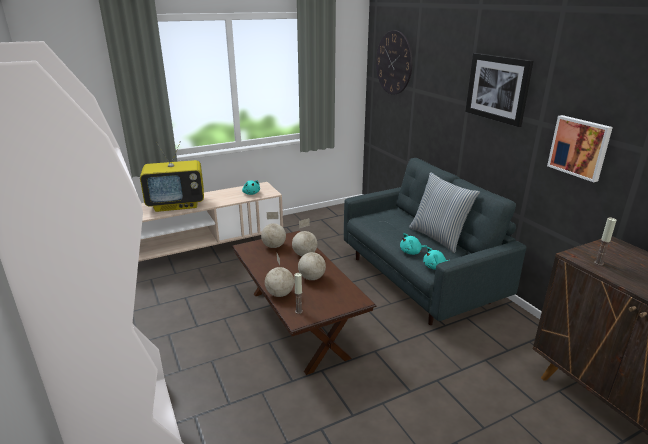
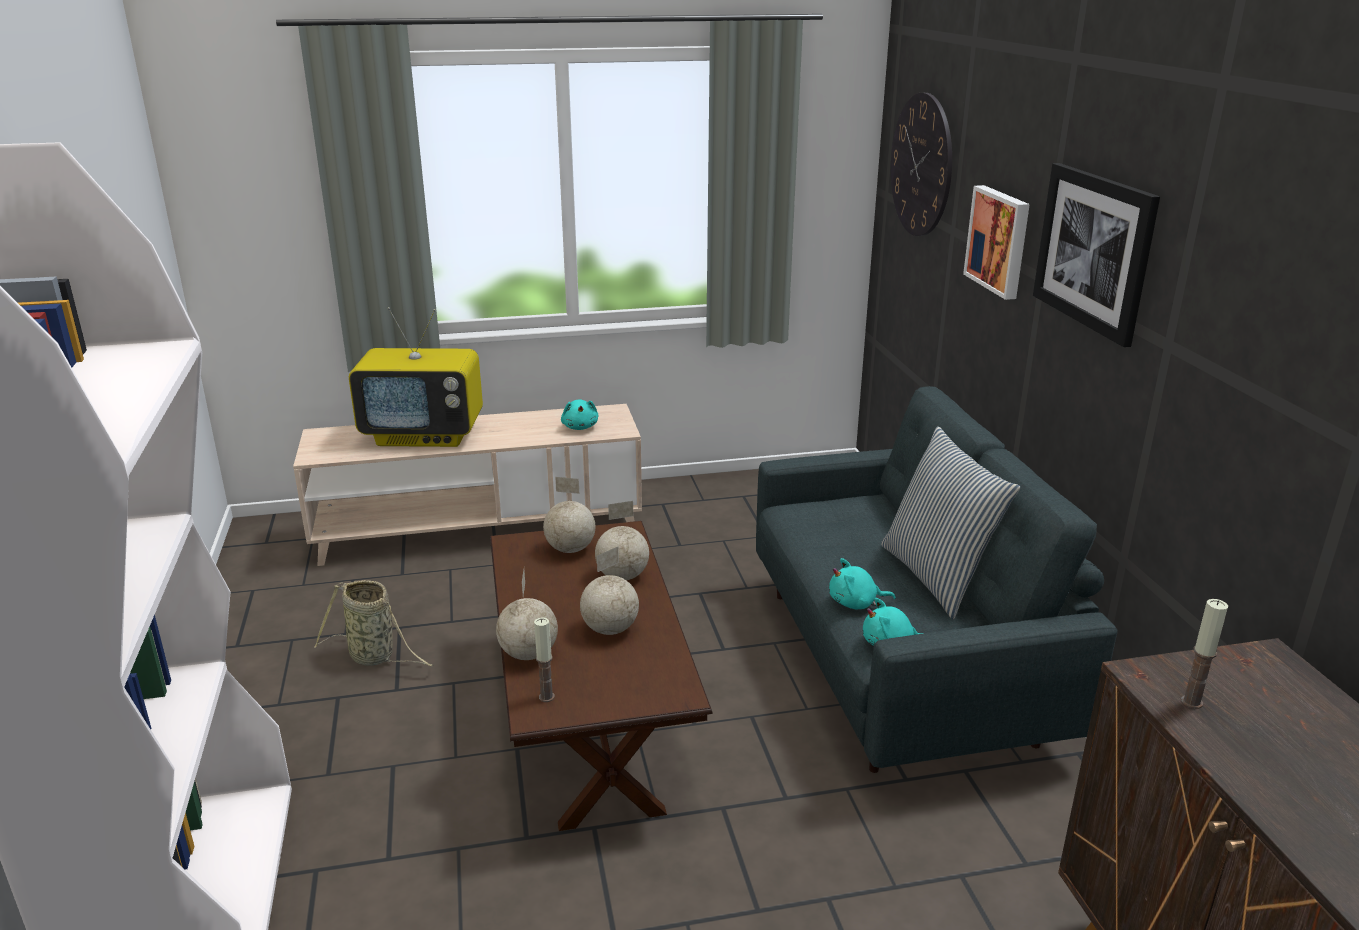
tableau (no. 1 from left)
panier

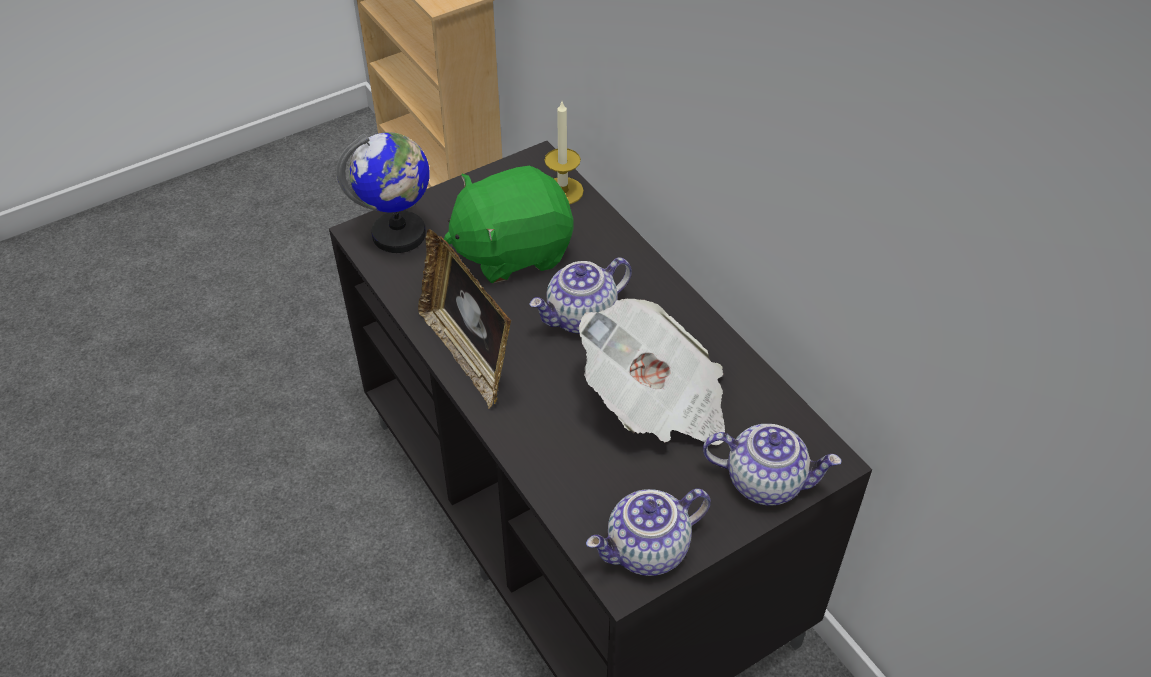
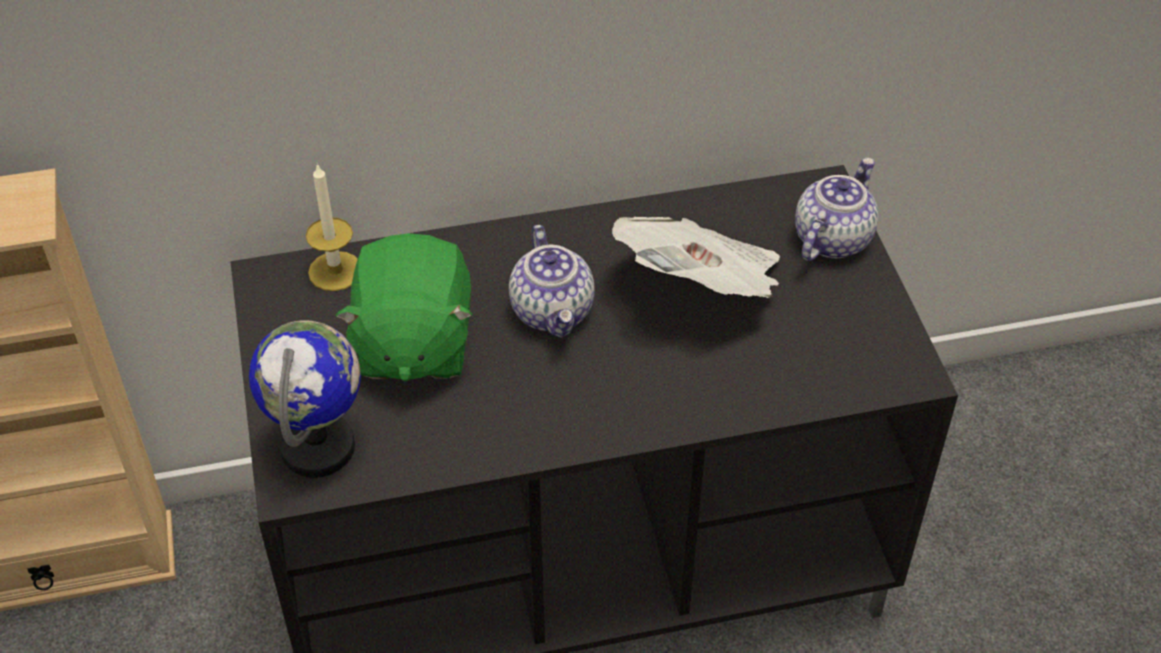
cadre photo
théière (no. 2 from left in the first image)

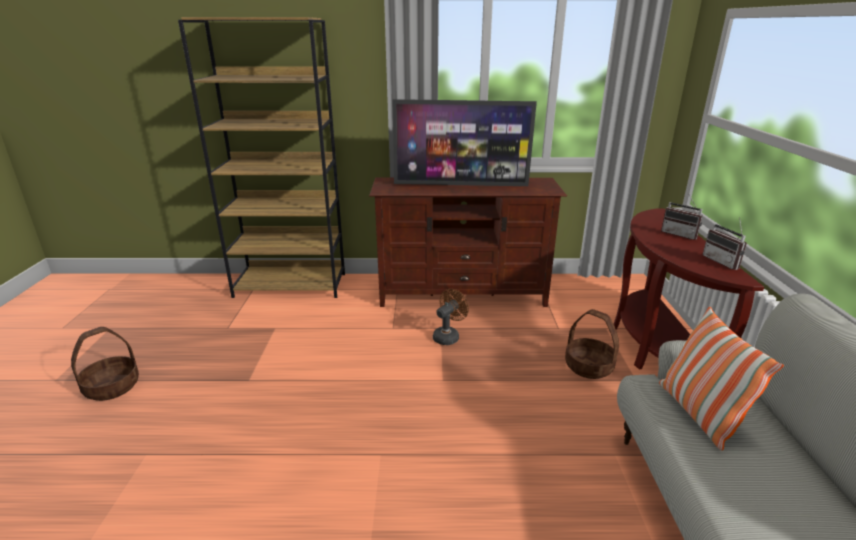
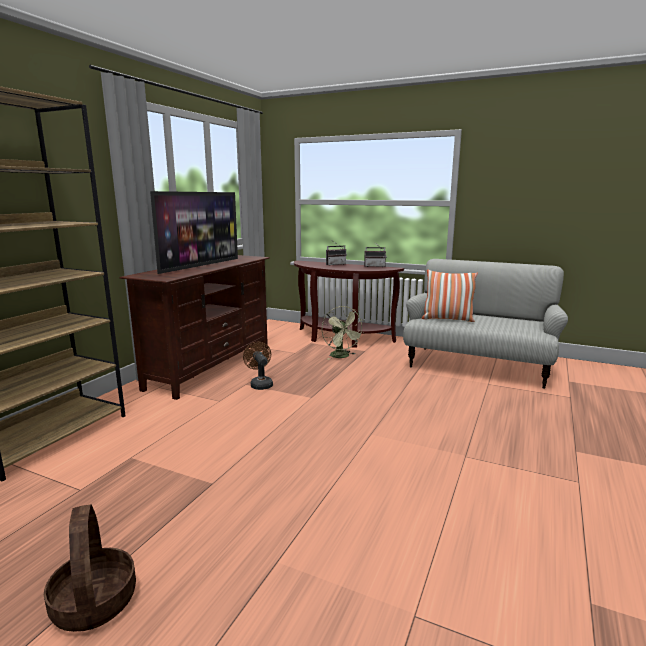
ventilateur (vert)

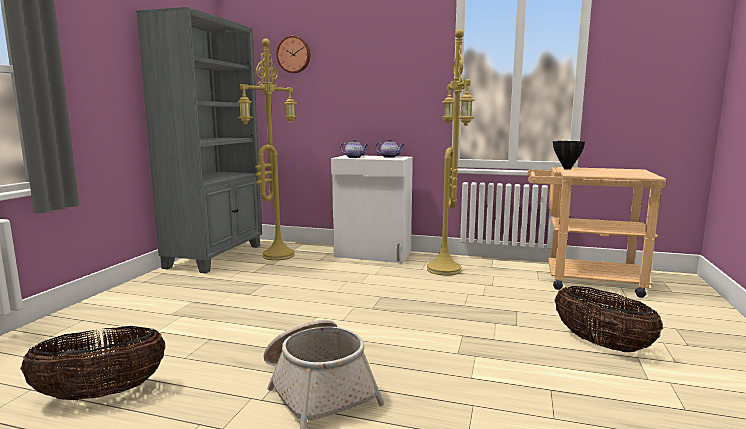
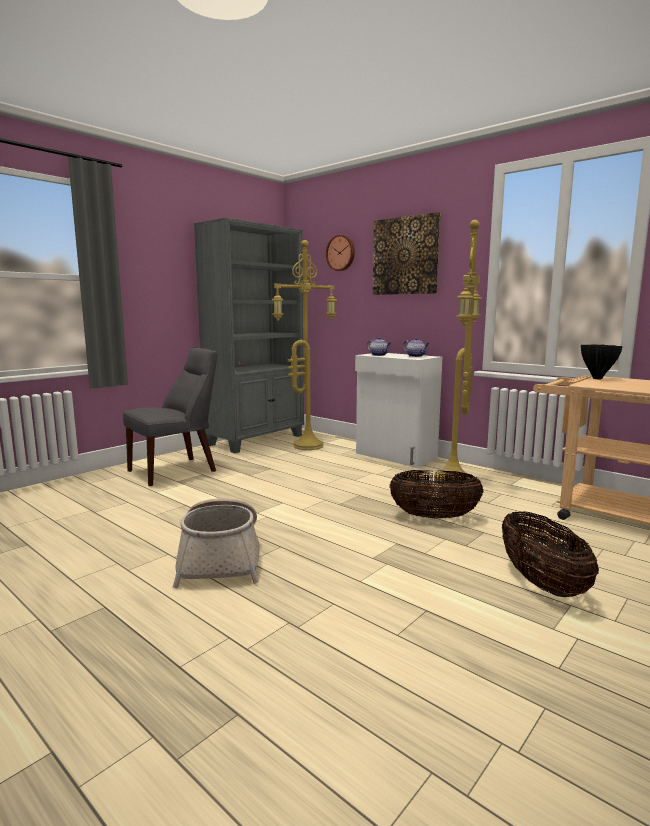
panier (no. 2 from left)
chaise (gris)
tableau

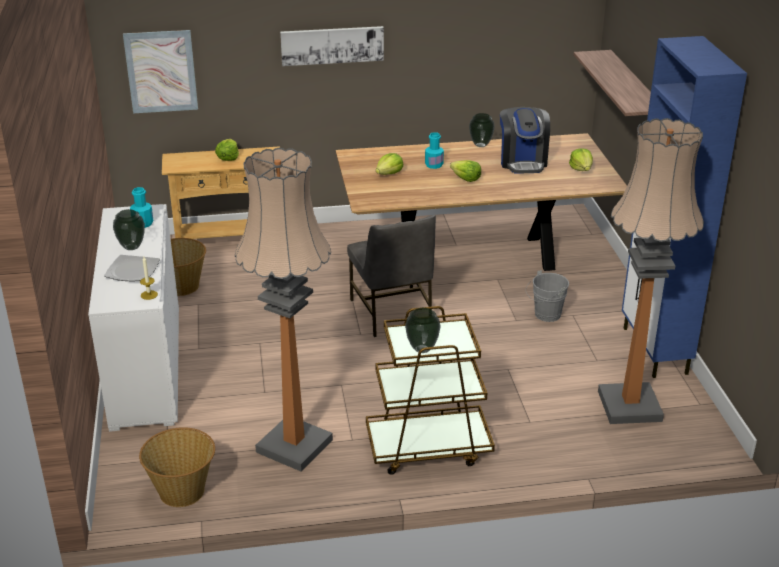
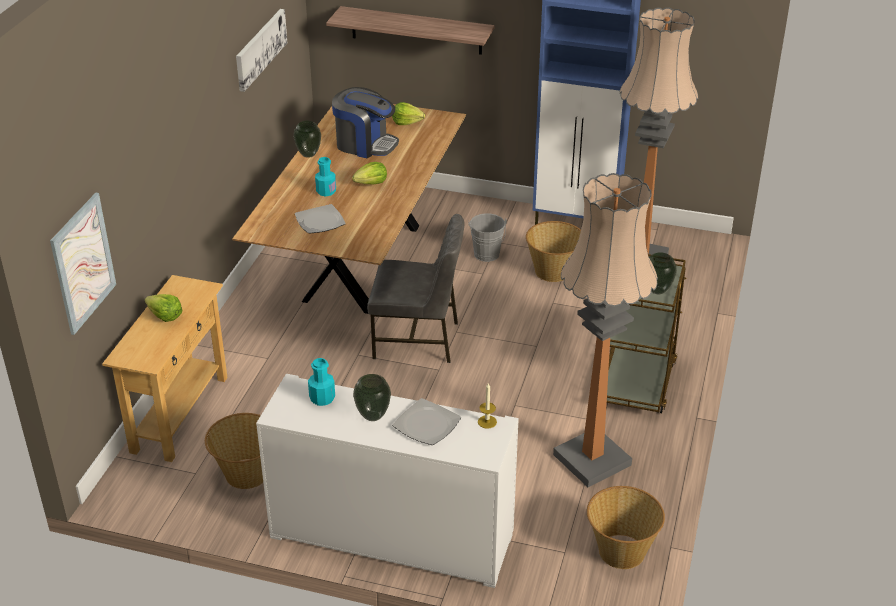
tableau (no. 2 from left)
assiette (no. 1 from left)
panier (no. 2 from left)

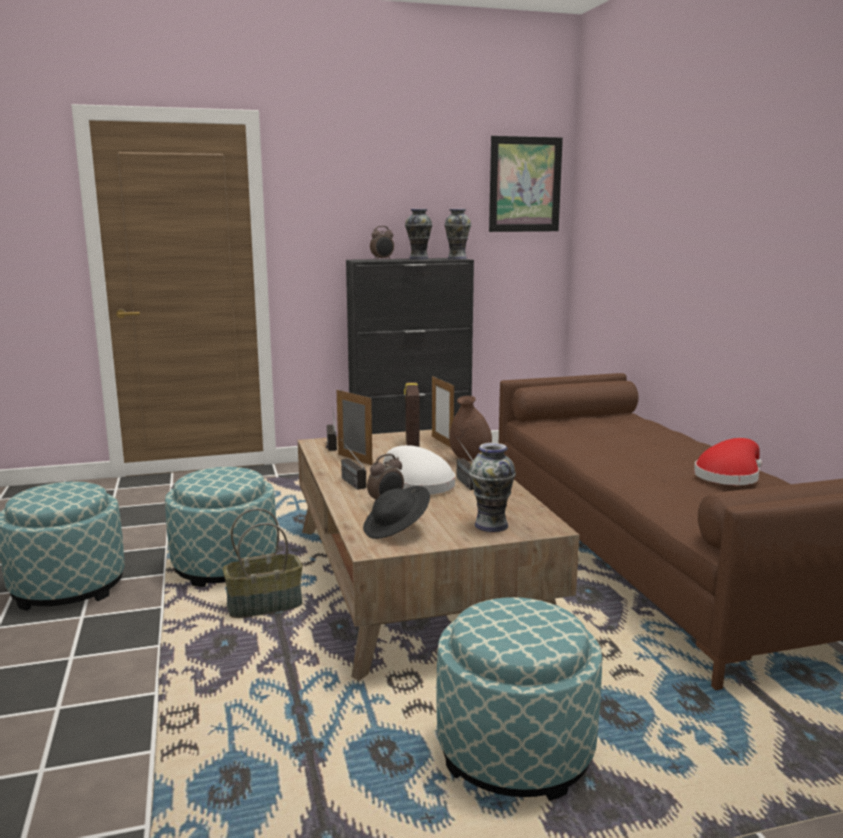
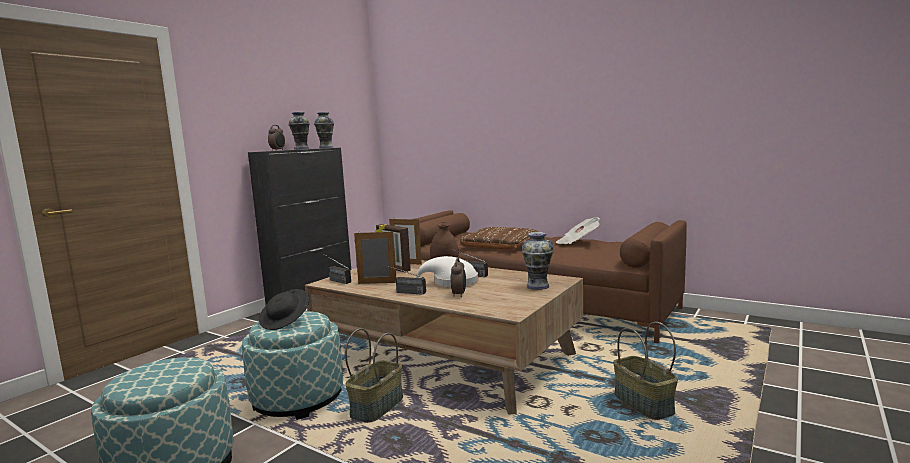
chapeau (noir)
panier (no. 2 from left)
tableau
journal
coussin (marron)

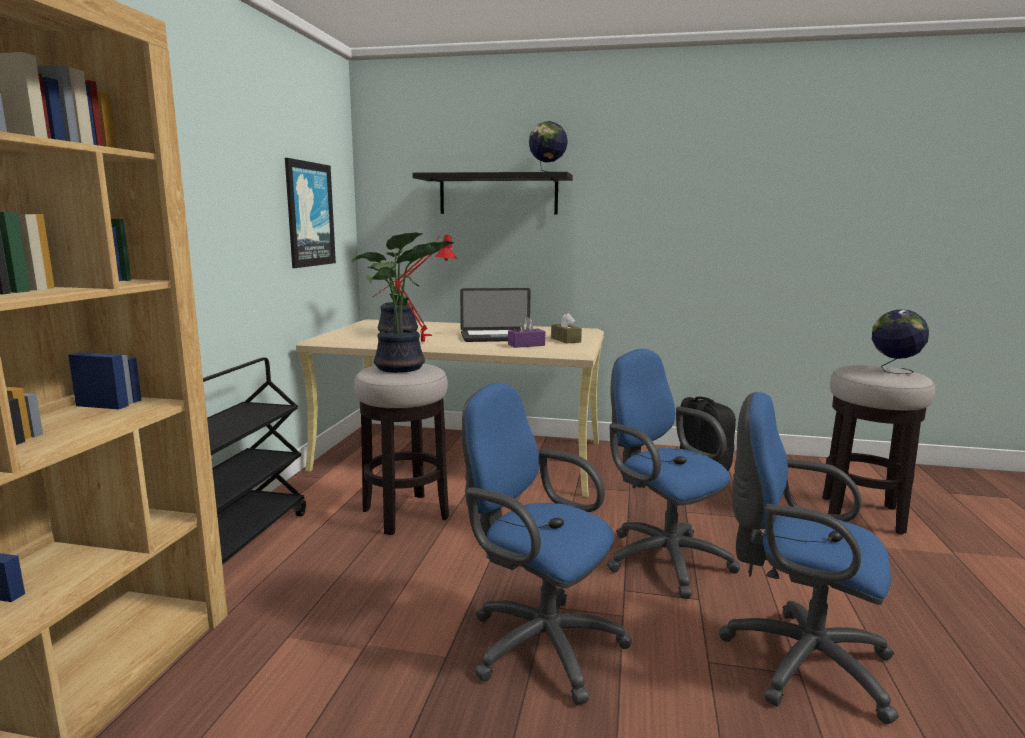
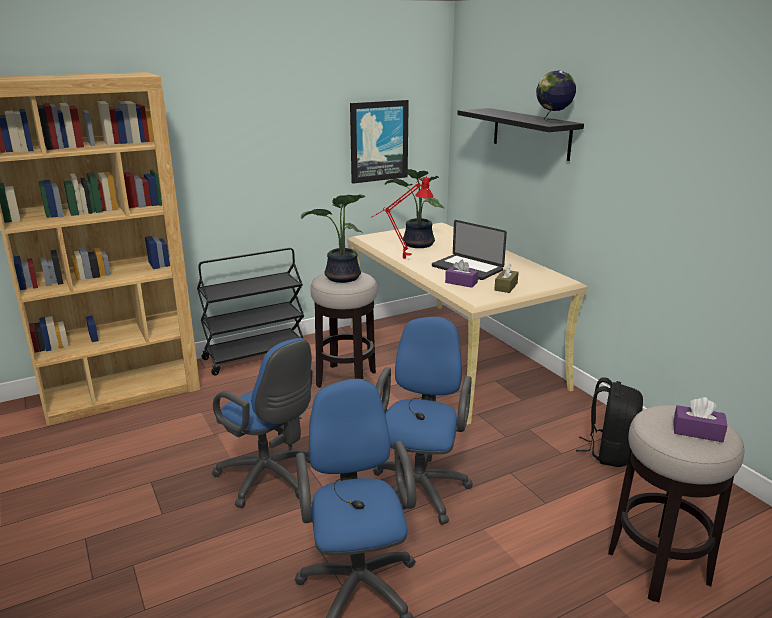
chaise de bureau (bleu) (no. 1 from left)
boîte à mouchoirs (violet) (no. 2 from left)

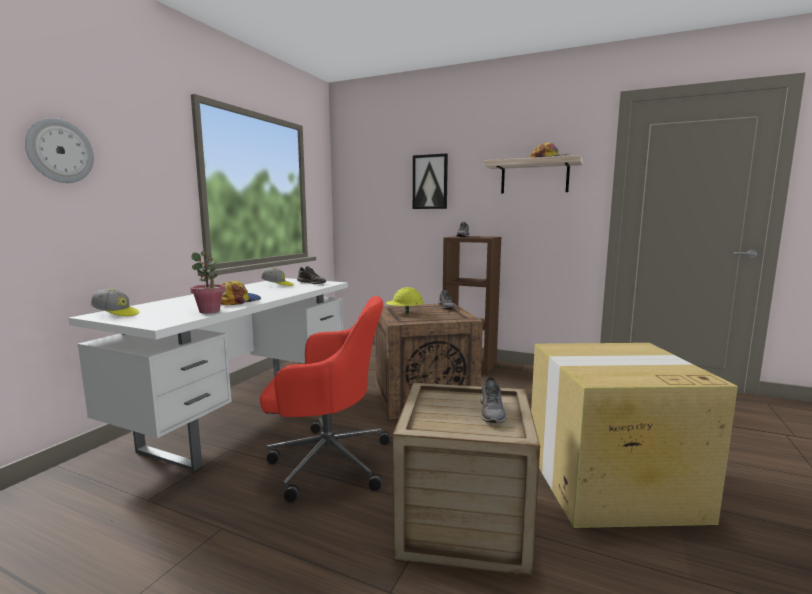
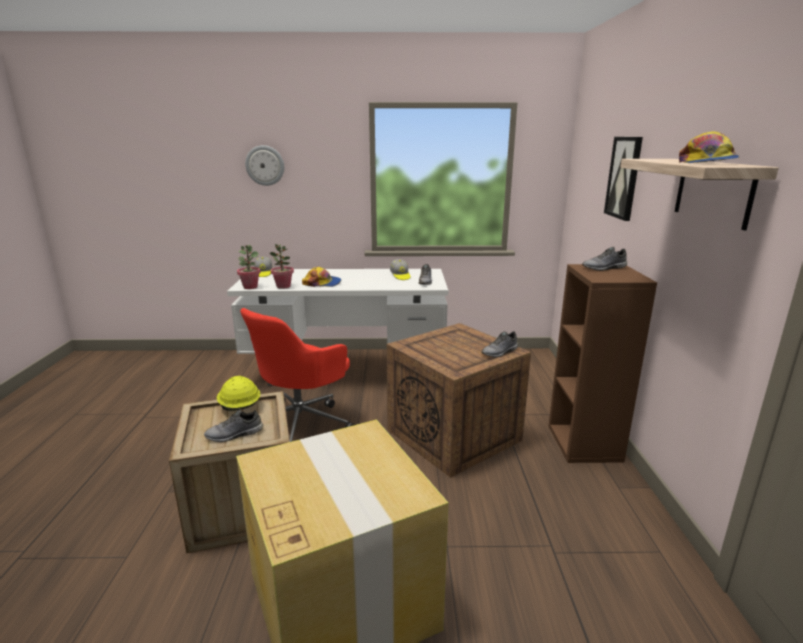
chaise de bureau (rouge)
casque de chantier (jaune)
plante en pot (no. 1 from left)

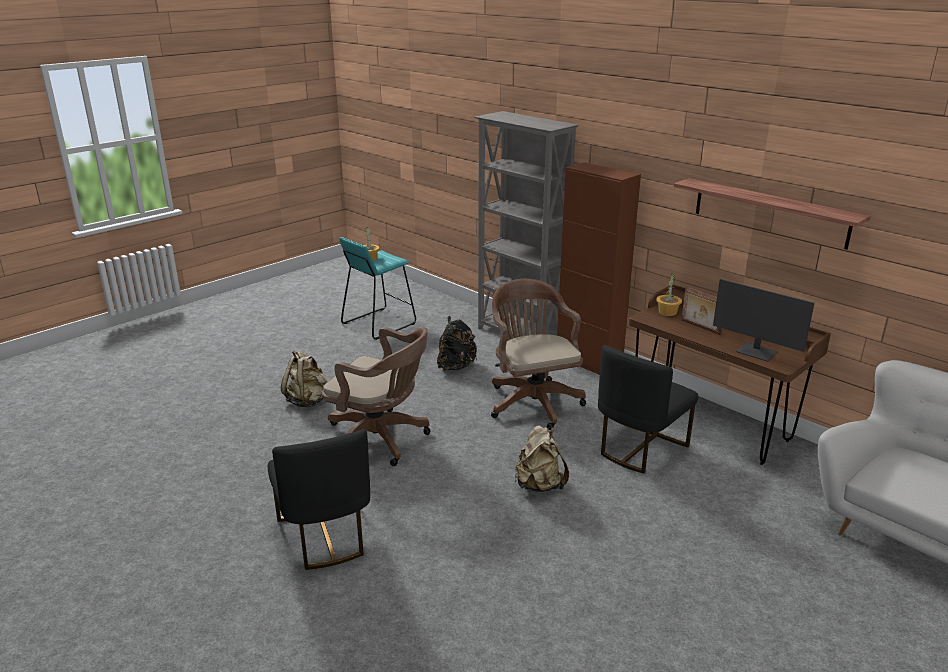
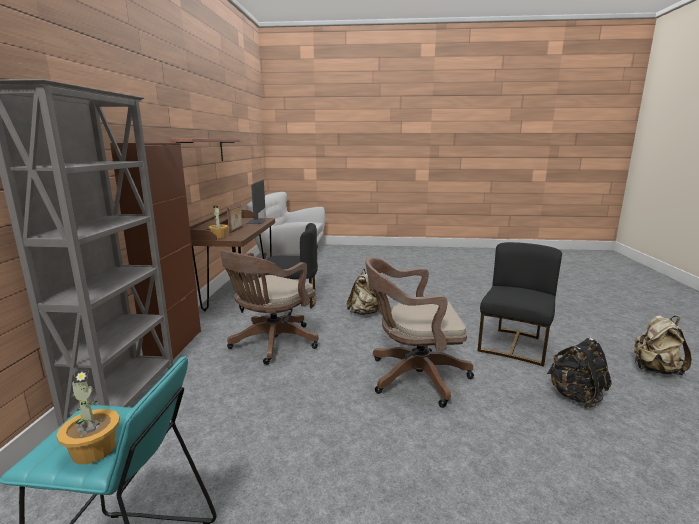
sac à dos (beige) (no. 2 from left)
chaise de bureau (marron) (no. 2 from left)
sac à dos (noir)

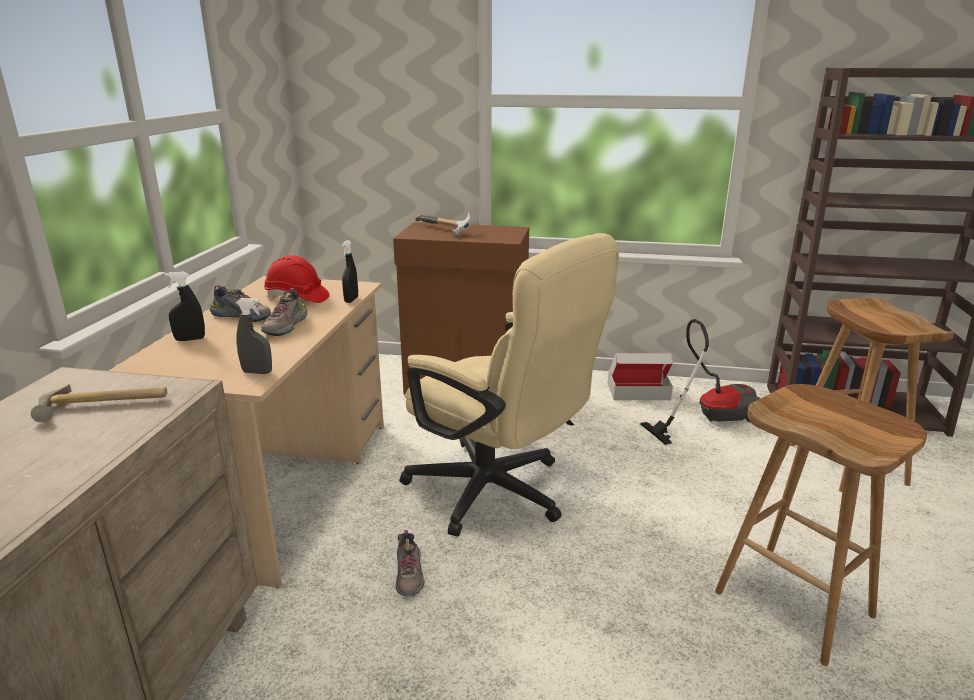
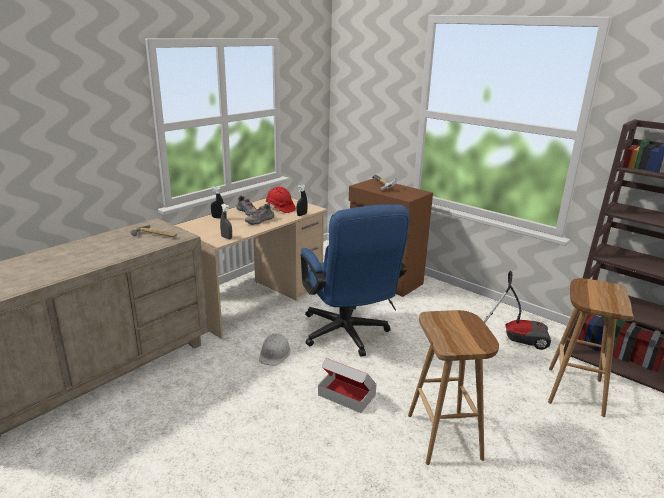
casque de chantier (blanc)
chaise de bureau (bleu)
carton

